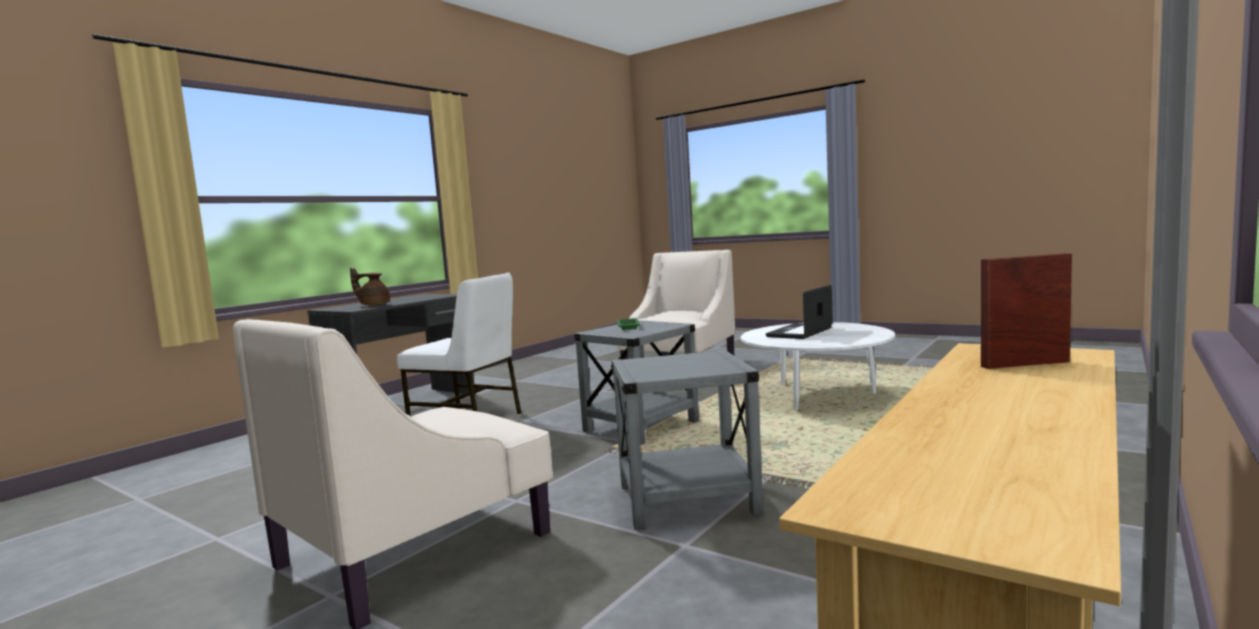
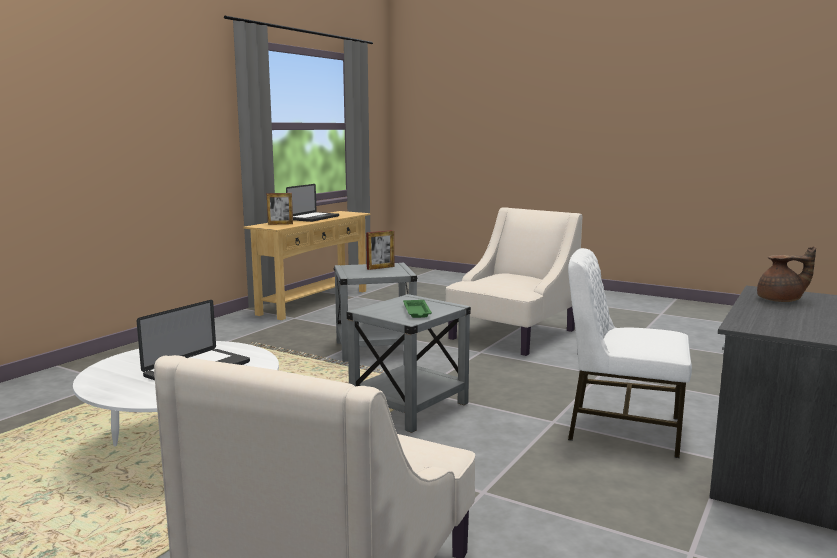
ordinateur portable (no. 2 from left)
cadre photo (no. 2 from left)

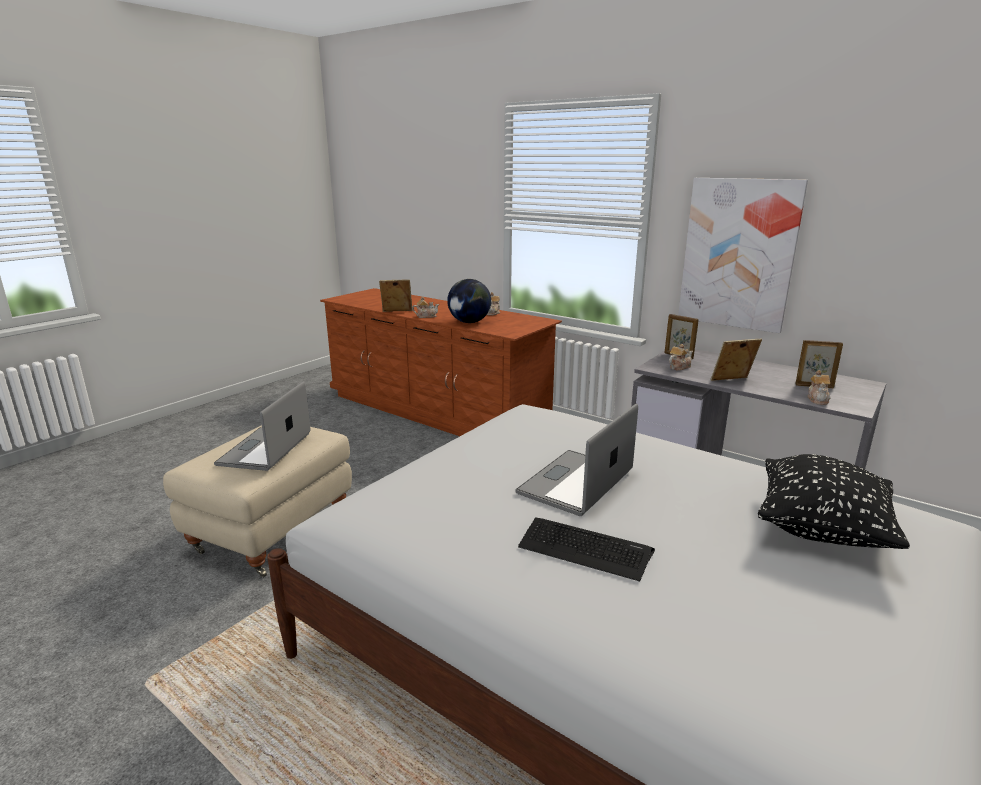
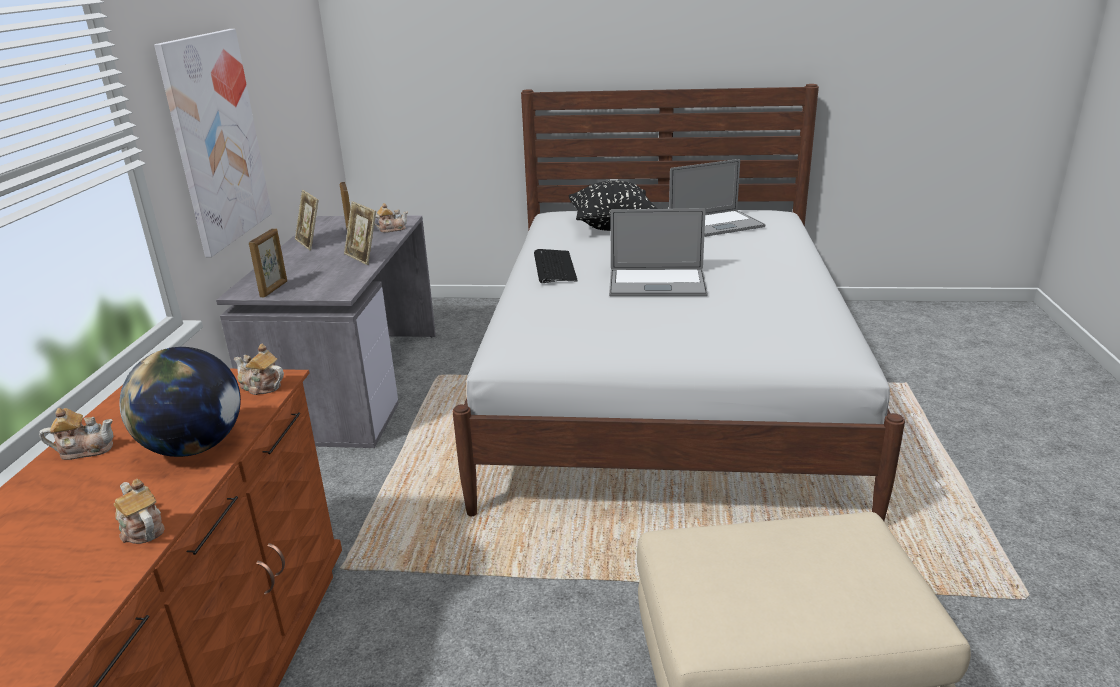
ordinateur portable (no. 2 from left)
cadre photo (no. 2 from left)
clavier
théière (no. 3 from left)

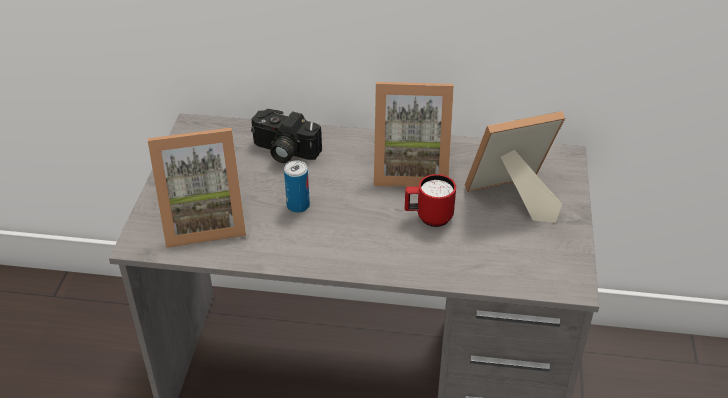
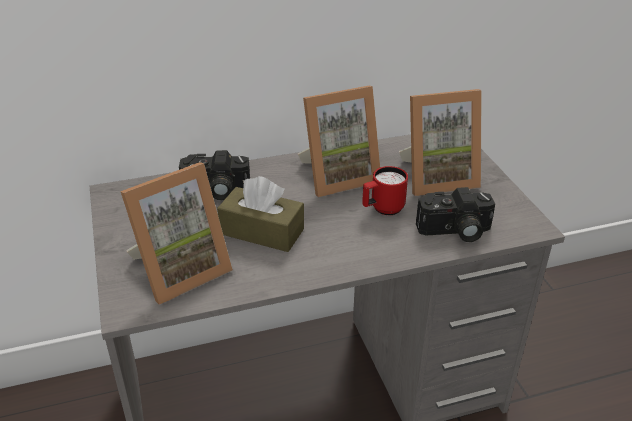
boîte à mouchoirs (marron)
cadre photo (no. 3 from left)
appareil photo (no. 2 from left)

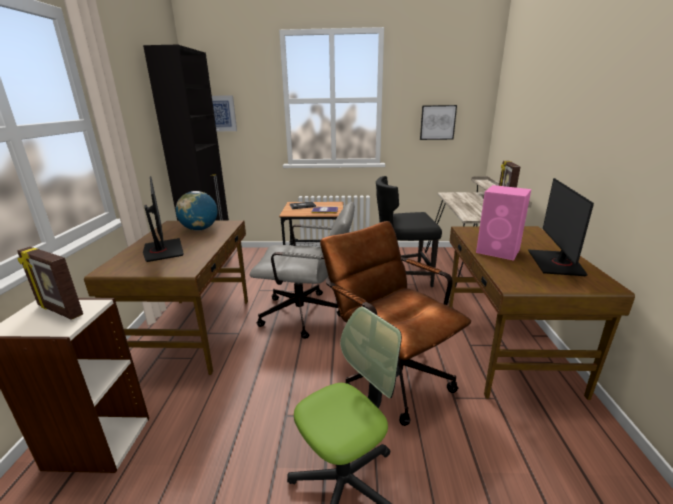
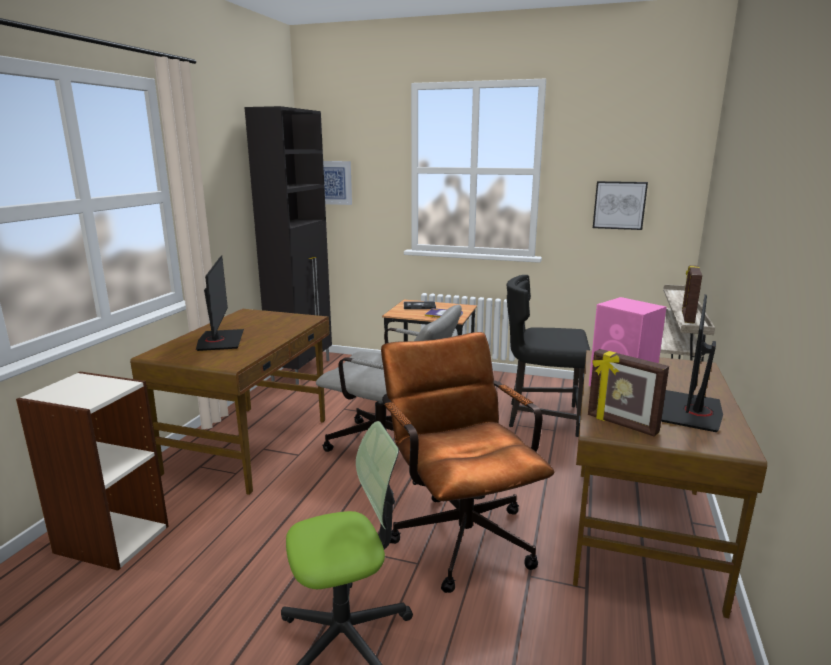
cadre photo (no. 1 from left)
globe

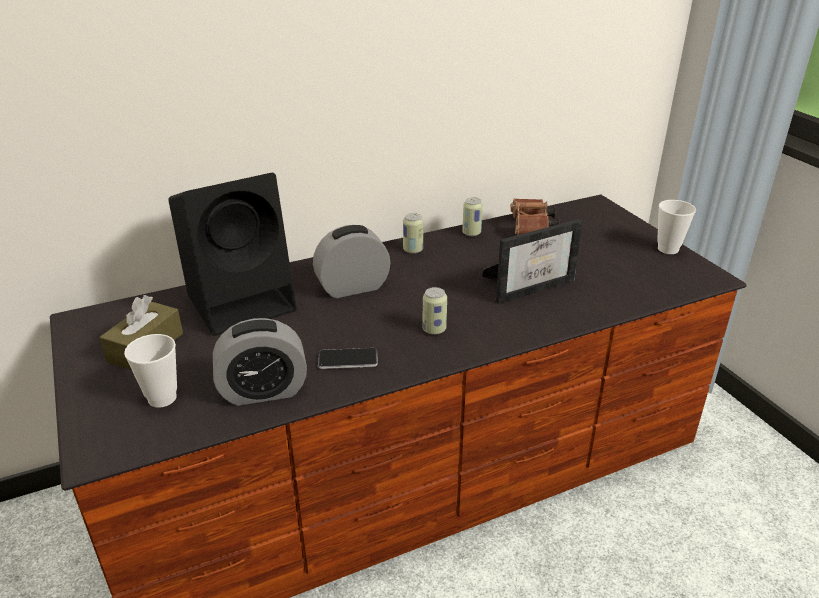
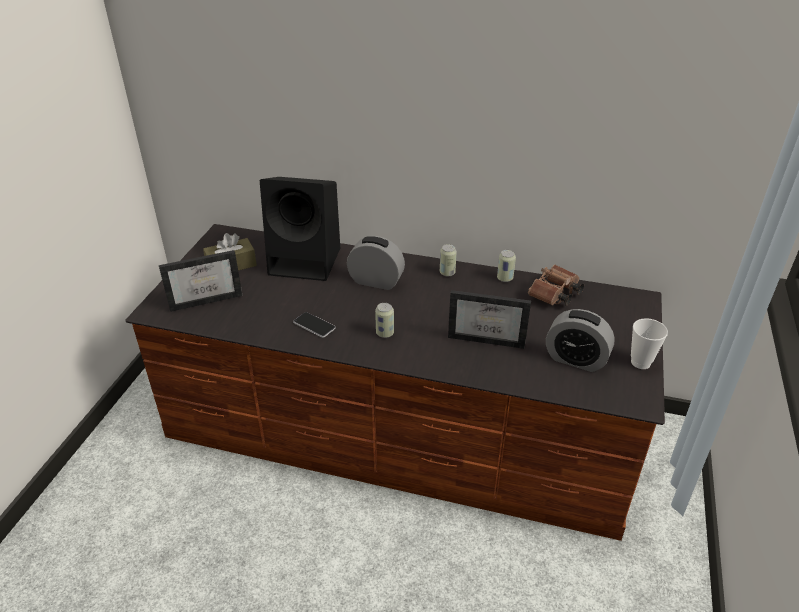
cadre photo (no. 1 from left)
réveil (no. 2 from left)

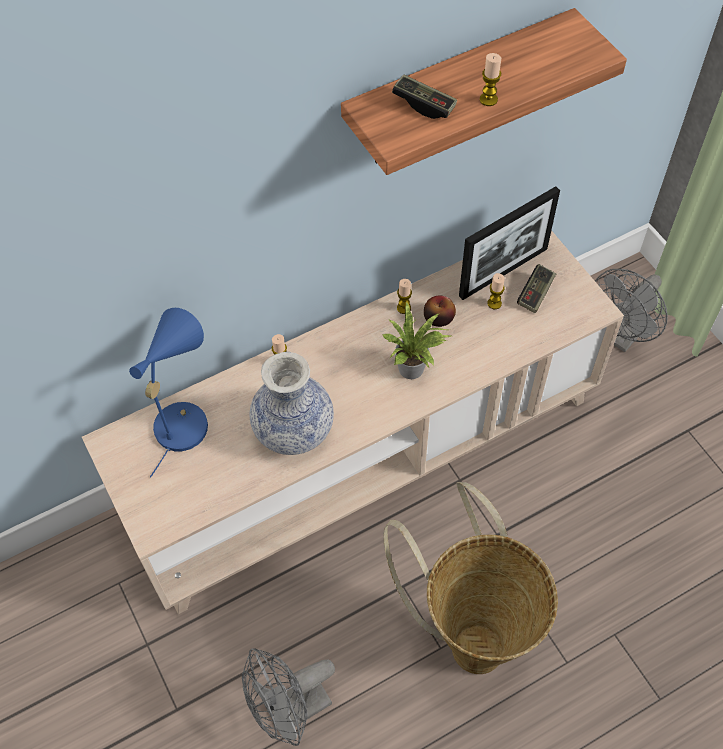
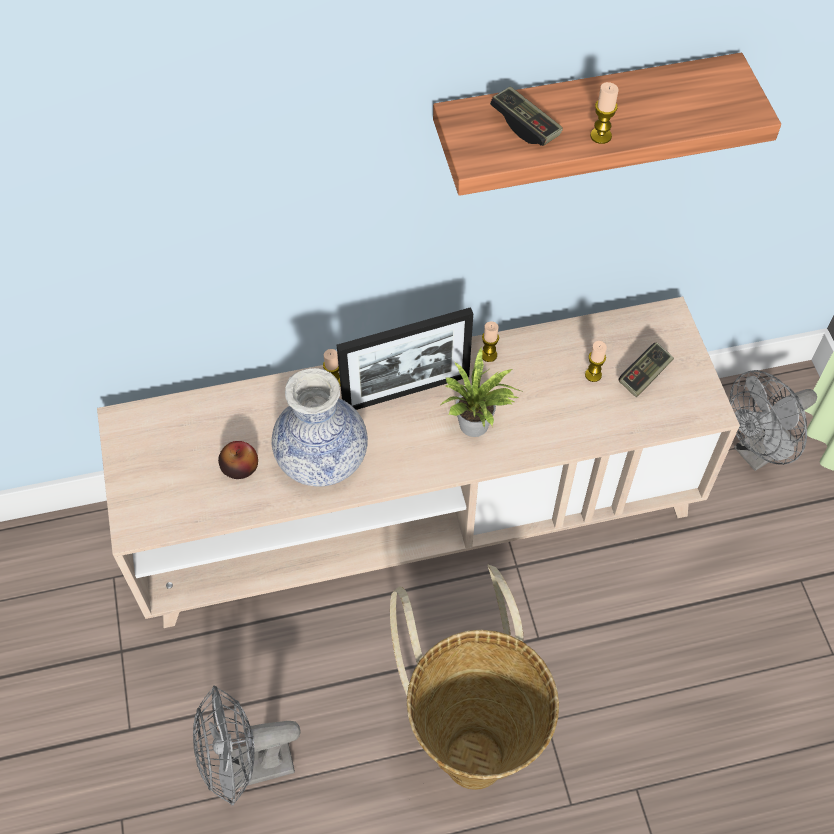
lampe de table (bleu)
pomme
cadre photo

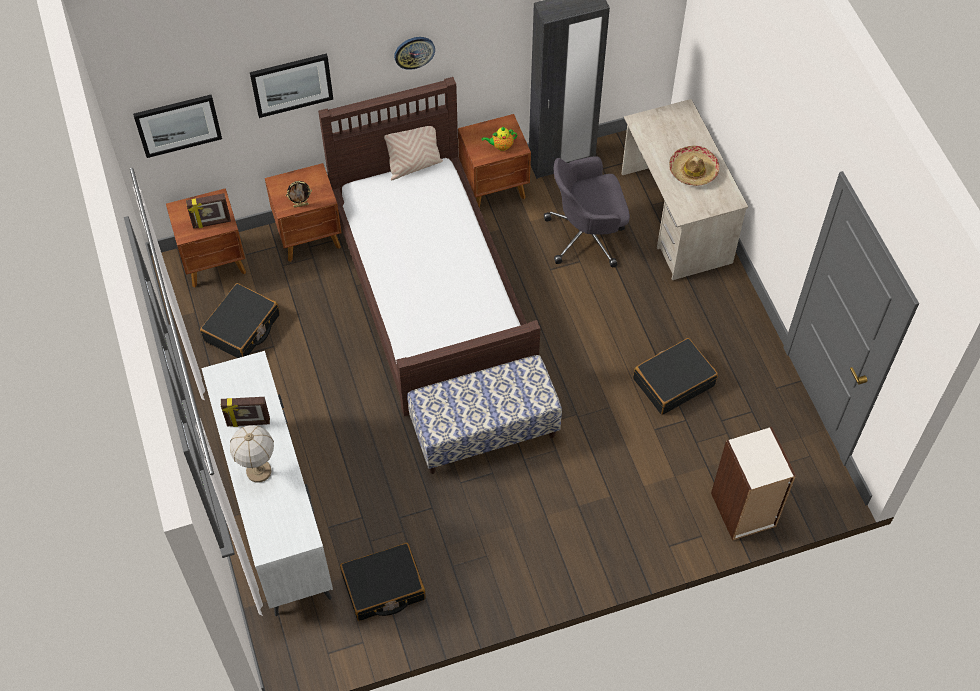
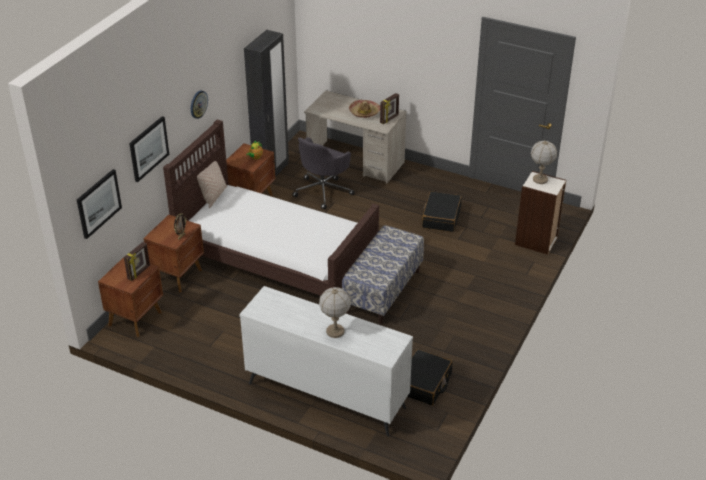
valise (noir) (no. 1 from left in the first image)
cadre photo (no. 3 from left)
lampe de table (no. 2 from left)

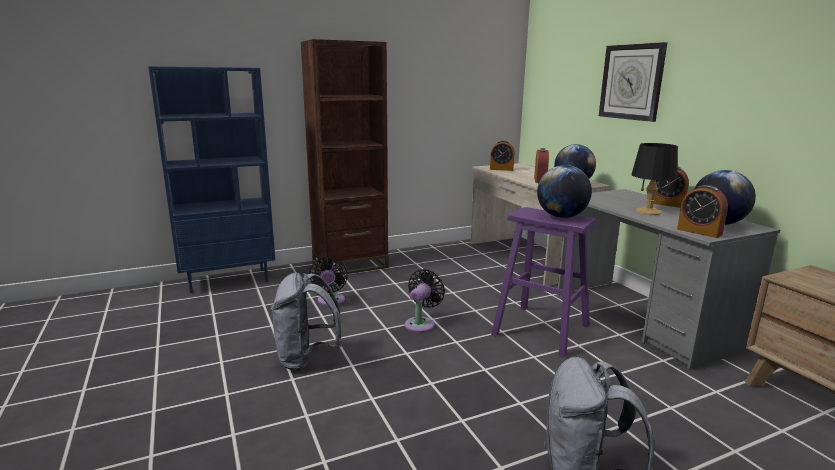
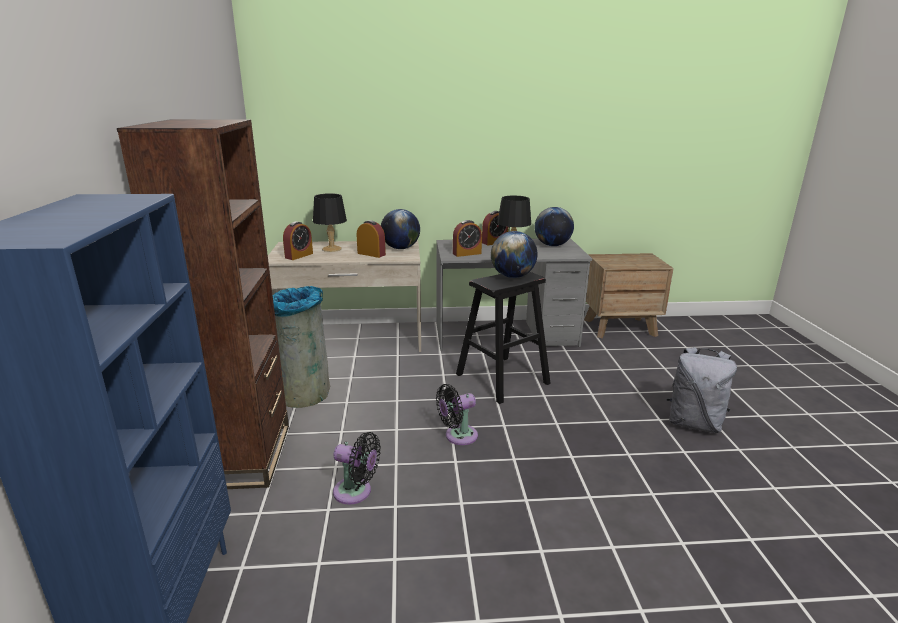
sac à dos (gris) (no. 1 from left in the first image)
ventilateur (noir) (no. 2 from left)
tabouret (noir)
horloge murale
réveil (no. 3 from left)
poubelle (gris)
lampe de table (noir) (no. 1 from left)

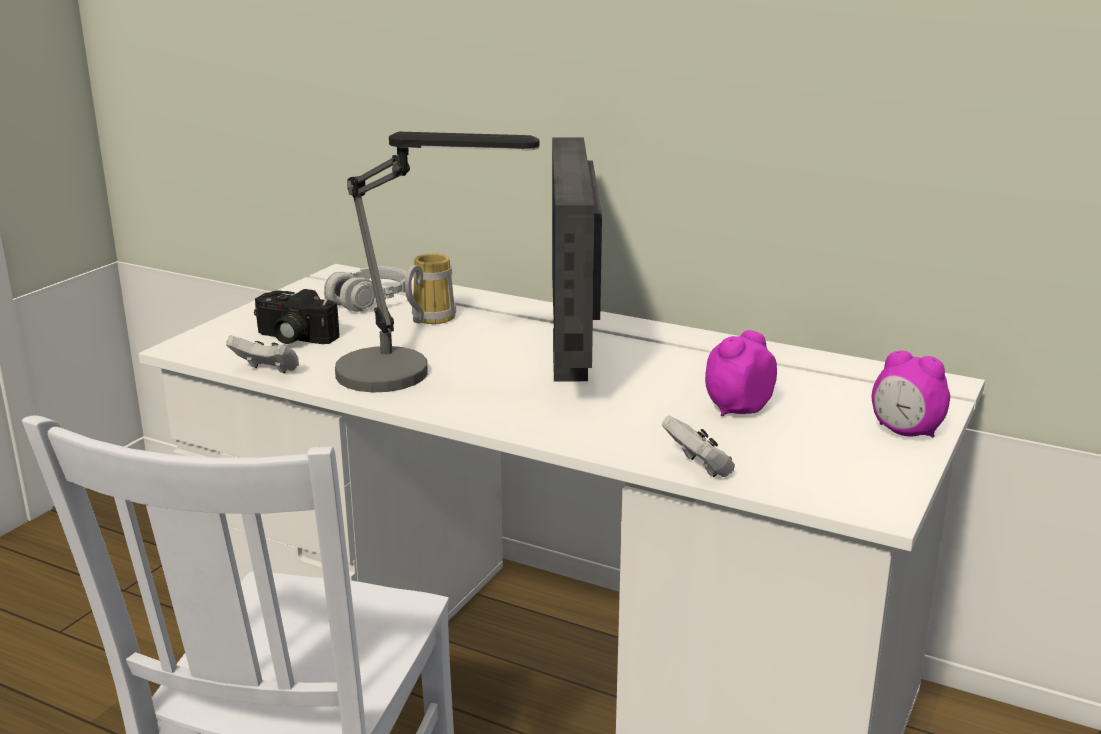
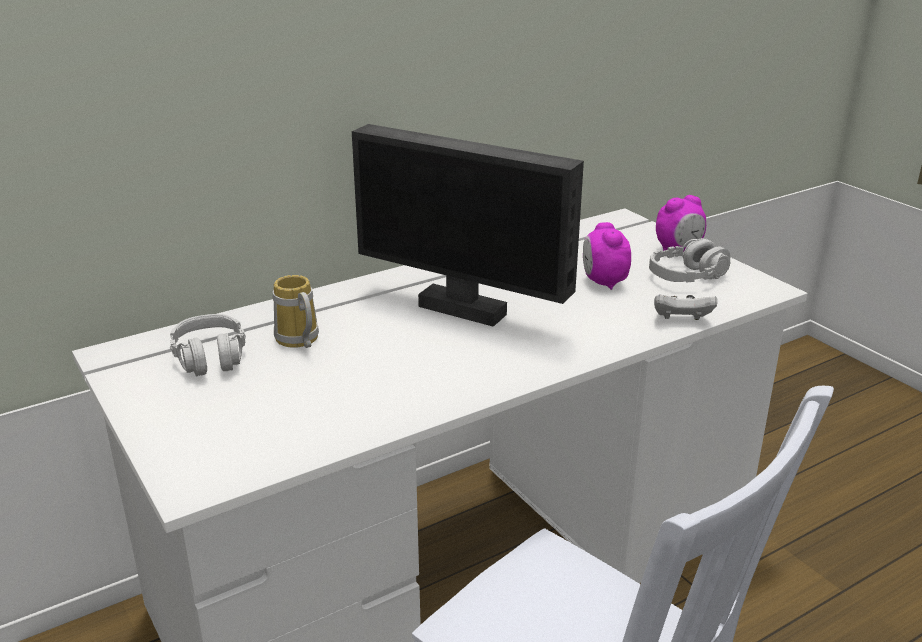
manette (blanc) (no. 1 from left in the first image)
appareil photo
lampe de table
casque audio (gris) (no. 2 from left)

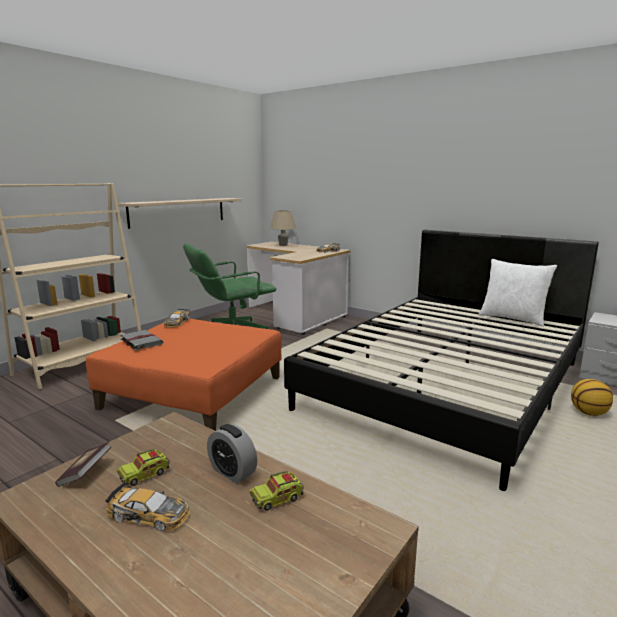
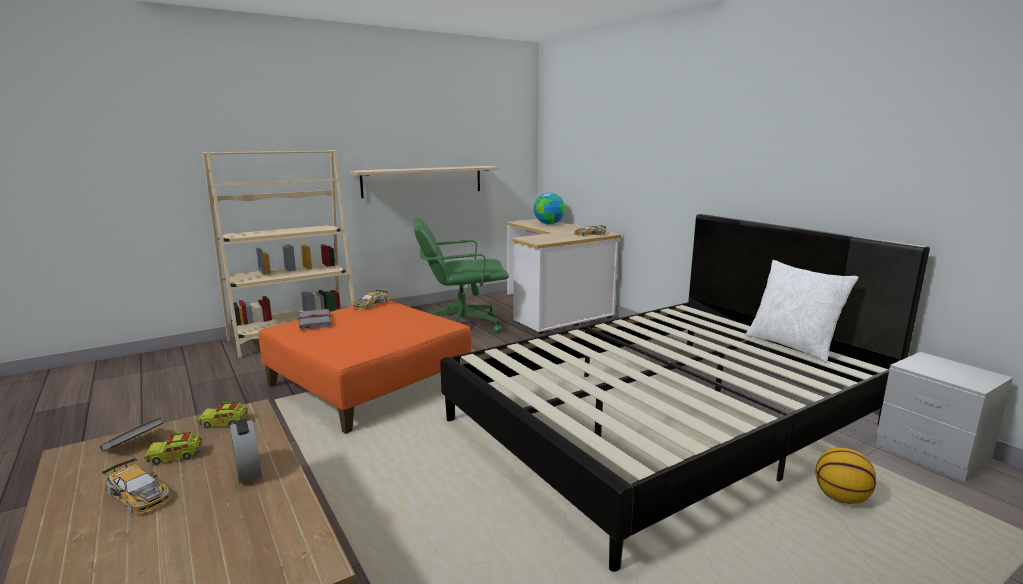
camion jouet (no. 2 from left)
globe

